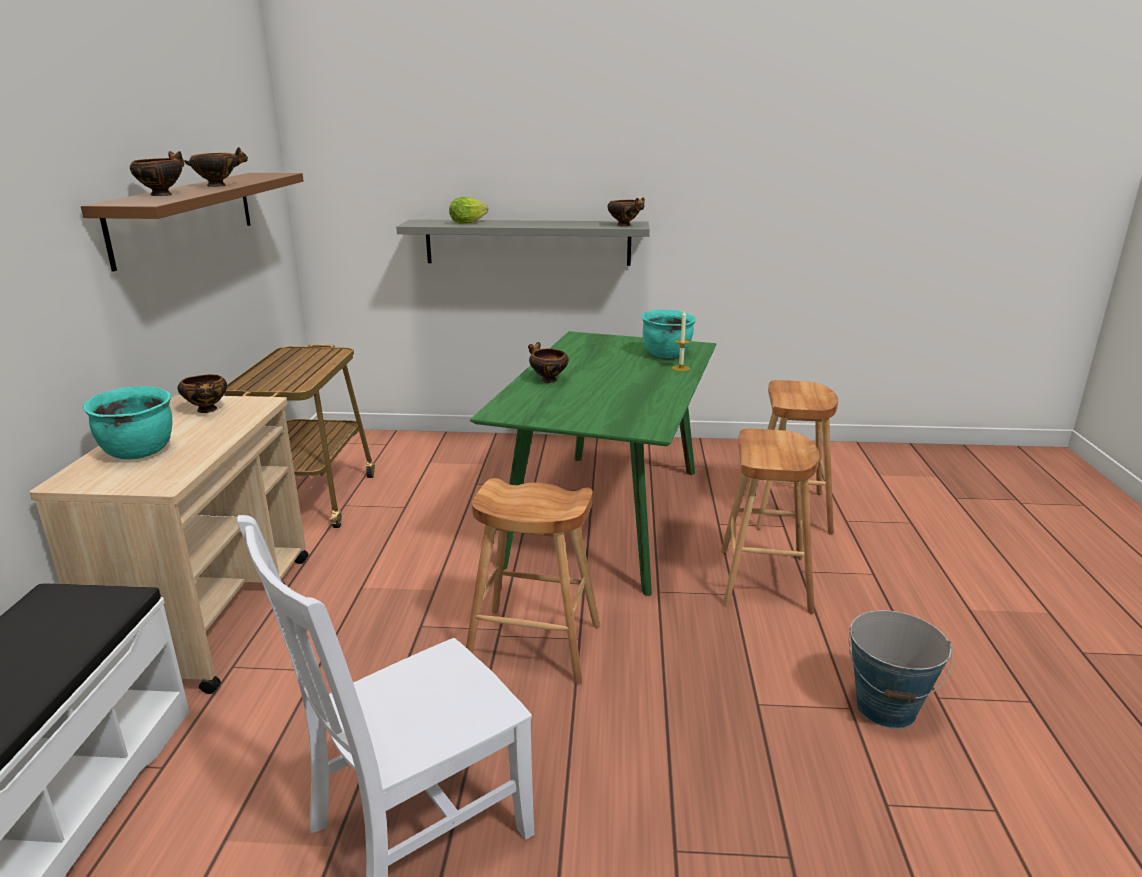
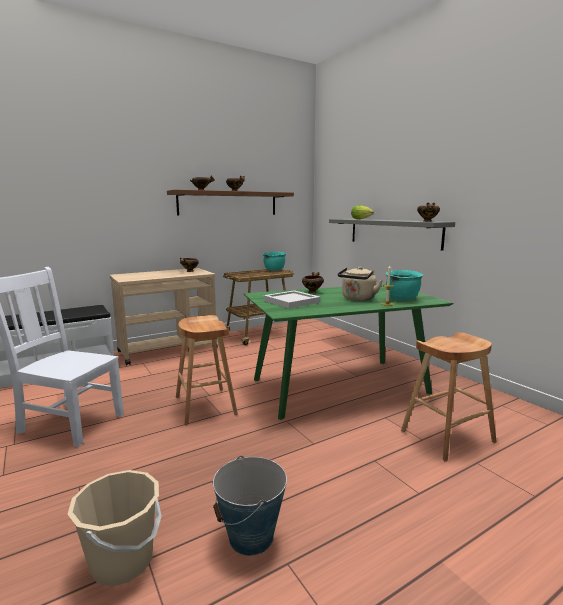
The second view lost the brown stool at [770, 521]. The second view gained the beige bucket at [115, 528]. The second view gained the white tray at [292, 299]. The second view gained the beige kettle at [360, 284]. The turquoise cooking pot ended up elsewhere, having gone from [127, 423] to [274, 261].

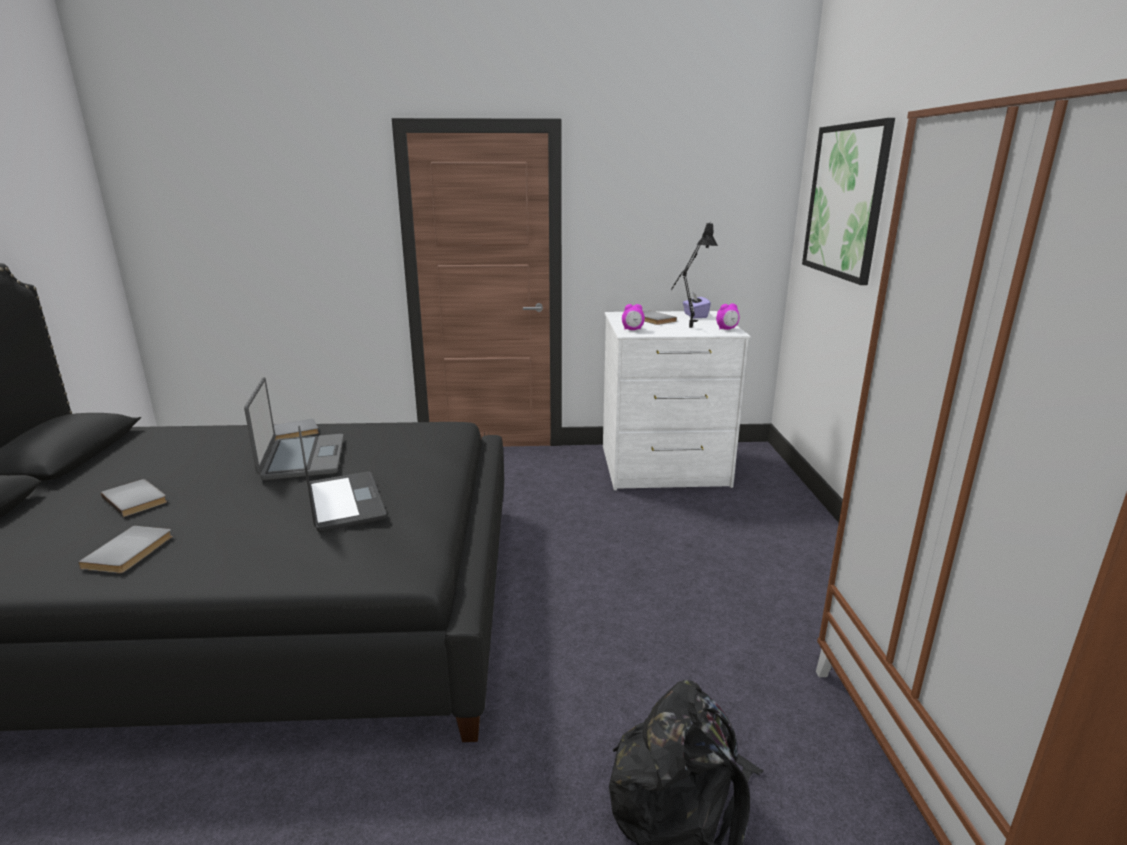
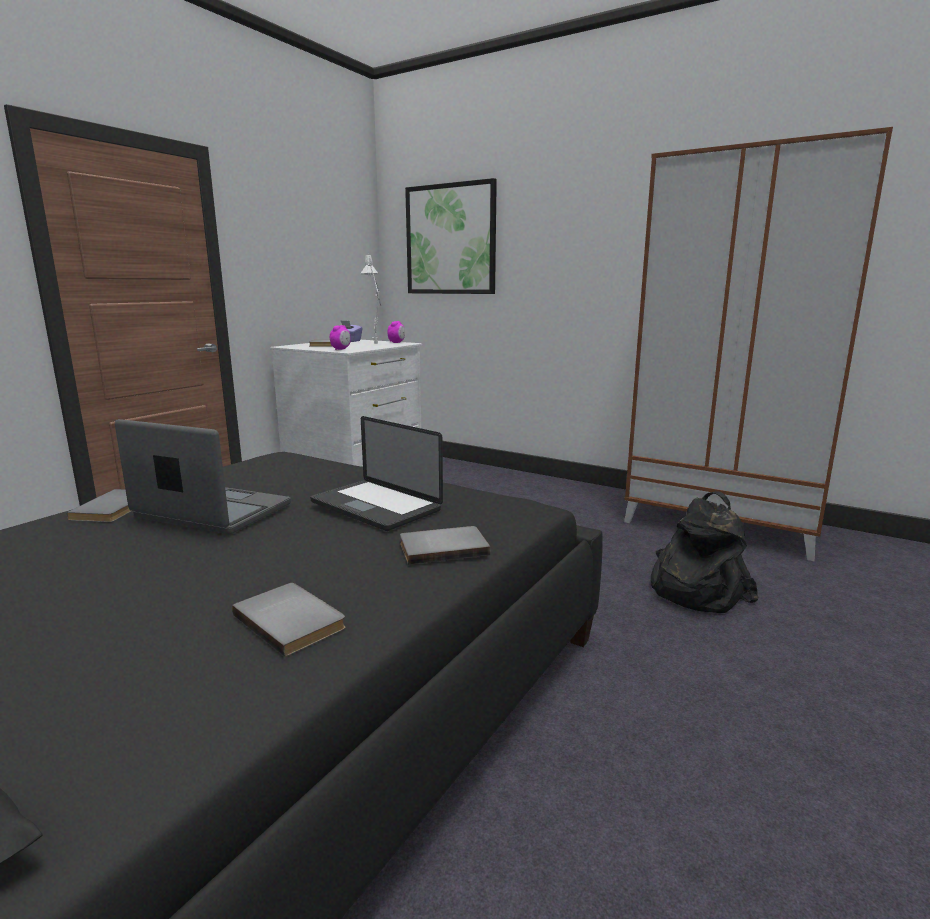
The grey book ended up elsewhere, having gone from [134, 498] to [445, 545]. What was the black table lamp at [694, 275] turned into the white table lamp at [370, 298]. The laptop at [342, 478] ended up facing another way, 150 degrees counterclockwise from before.

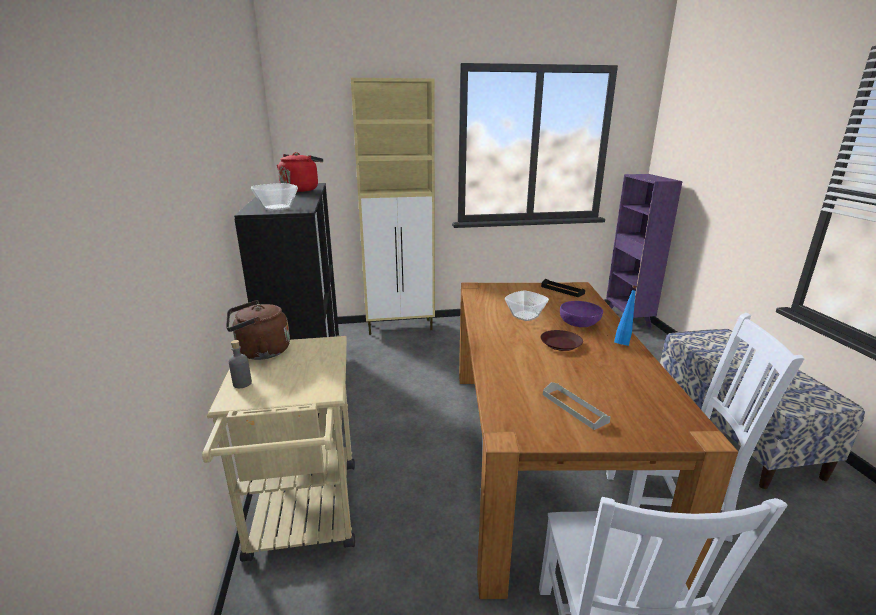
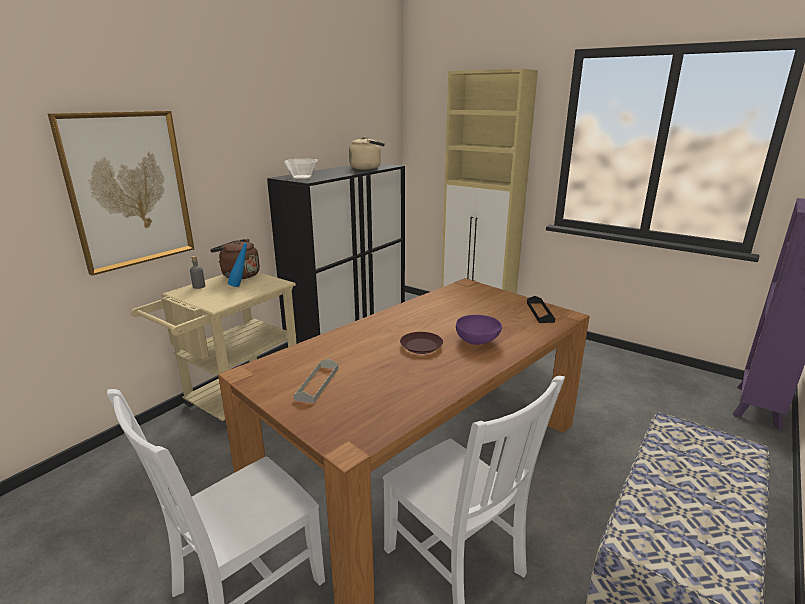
The second view lost the bowl at [527, 305]. The second view gained the picture at [121, 193]. The blue bottle ended up elsewhere, having gone from [625, 316] to [238, 263]. What was the red kettle at [300, 172] turned into the beige kettle at [367, 153].

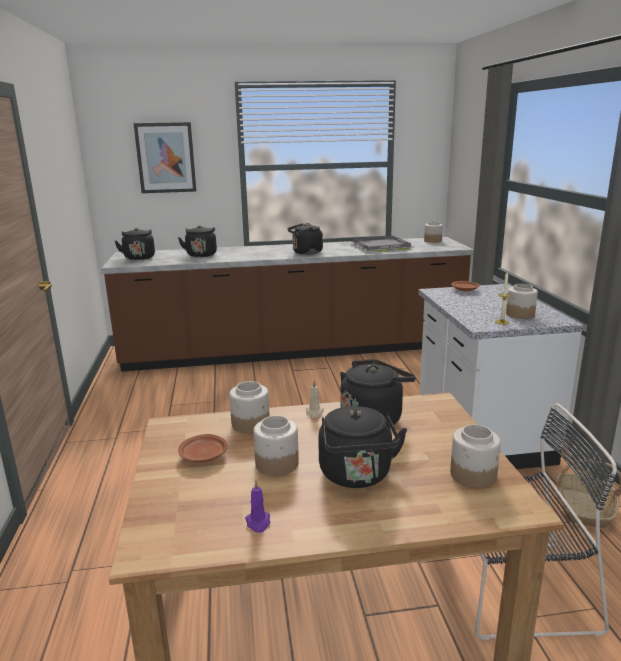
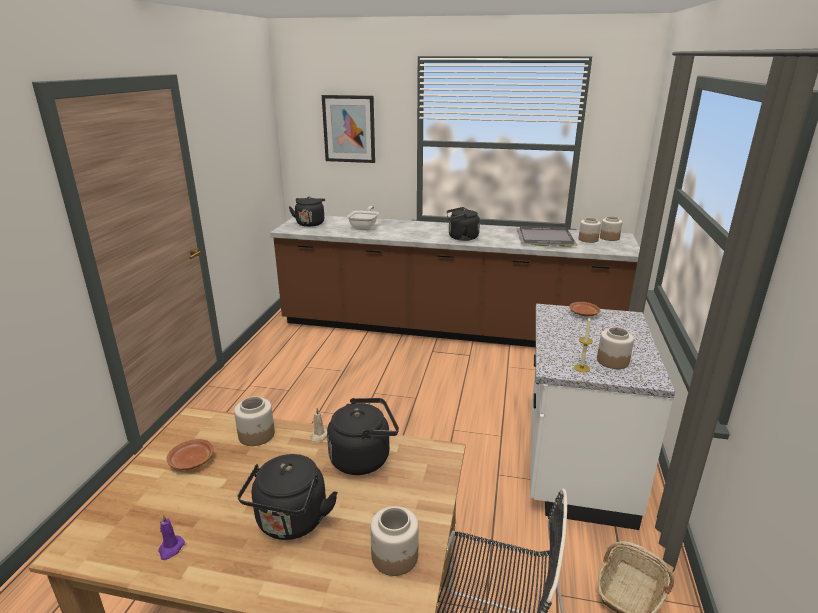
The jar ended up elsewhere, having gone from [276, 445] to [590, 230]. Where the black kettle stood at [197, 241], the frying pan came to stand at [362, 218].

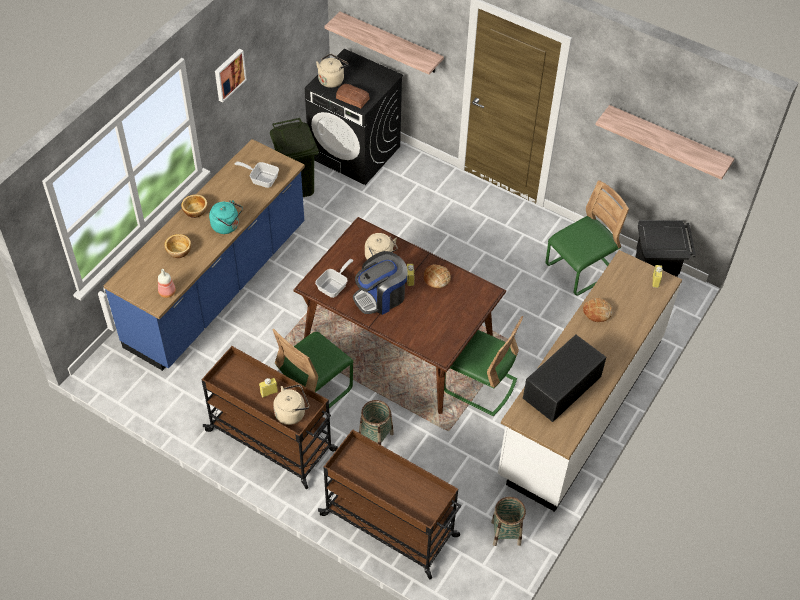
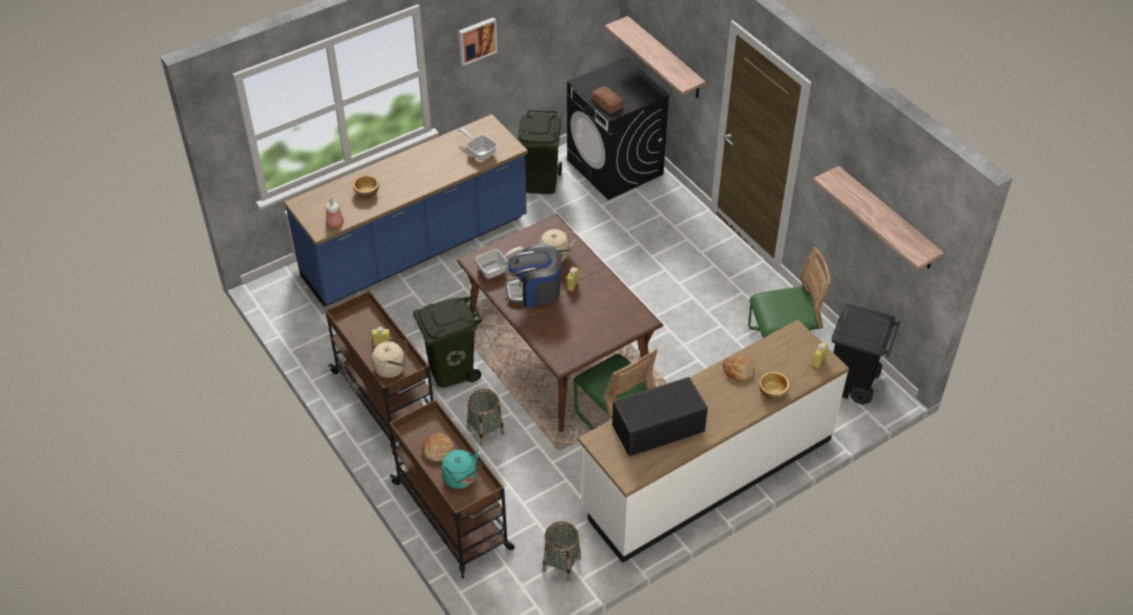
The second view lost the beige kettle at [332, 71]. The bowl ended up elsewhere, having gone from [194, 206] to [774, 385]. The turquoise kettle ended up elsewhere, having gone from [226, 217] to [462, 469]. The bread ended up elsewhere, having gone from [437, 276] to [438, 447]. Where the green chair stood at [312, 368], the green trash can came to stand at [447, 342].

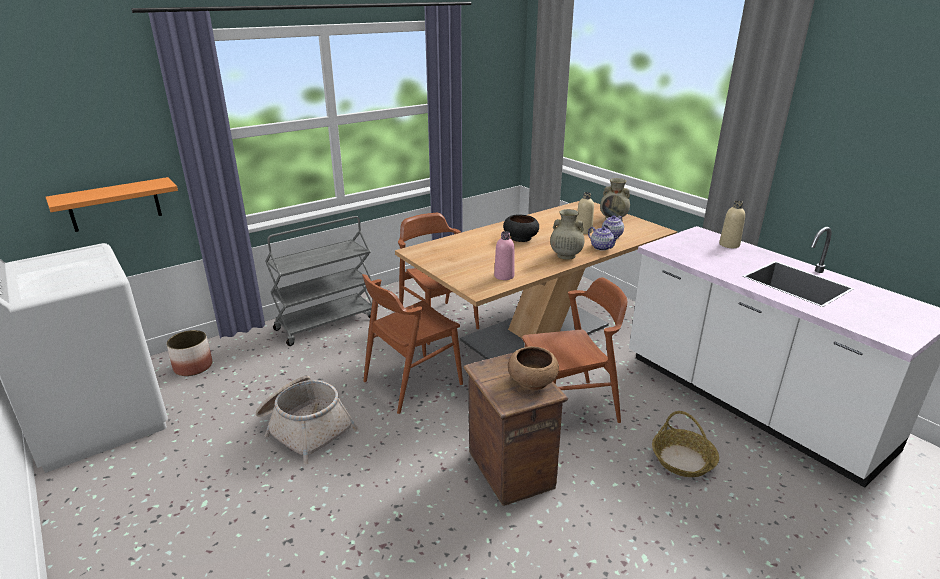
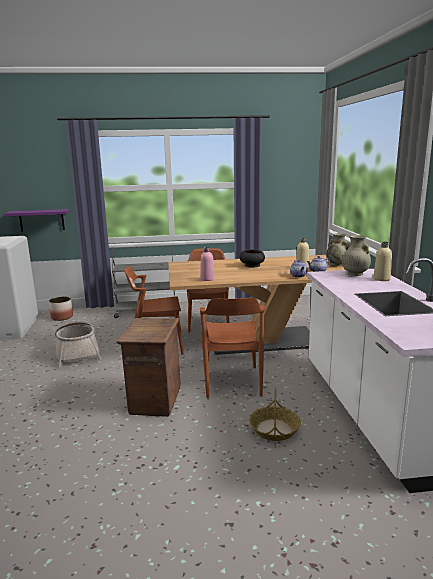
The second view lost the brown bowl at [533, 368]. The beige vase ended up elsewhere, having gone from [567, 234] to [356, 255]. What was the orange shelf at [112, 204] turned into the purple shelf at [37, 220]. The brown chair at [574, 350] ended up facing another way, 75 degrees clockwise from before.

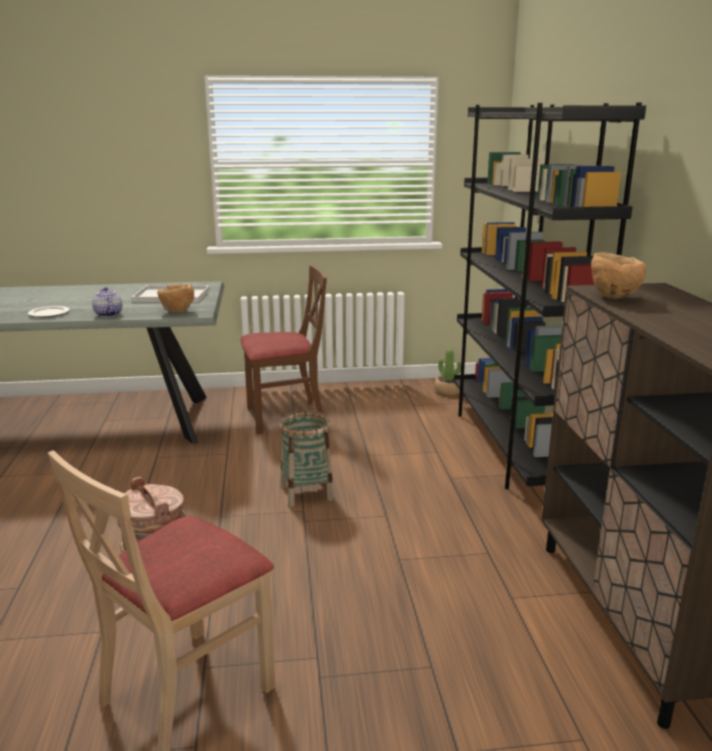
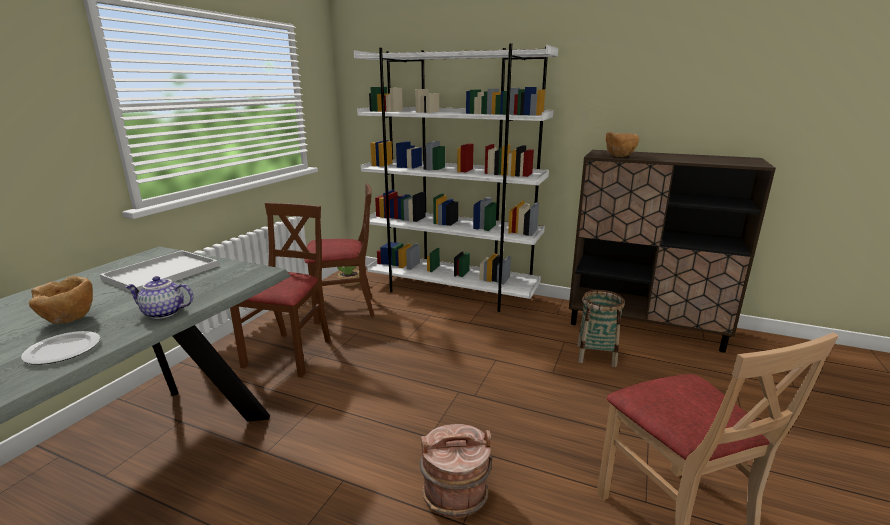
The second view gained the brown chair at [339, 253]. The brown bowl ended up elsewhere, having gone from [175, 298] to [61, 300]. The basket ended up elsewhere, having gone from [306, 459] to [601, 328]. What was the black bookcase at [550, 295] turned into the white bookcase at [455, 177].

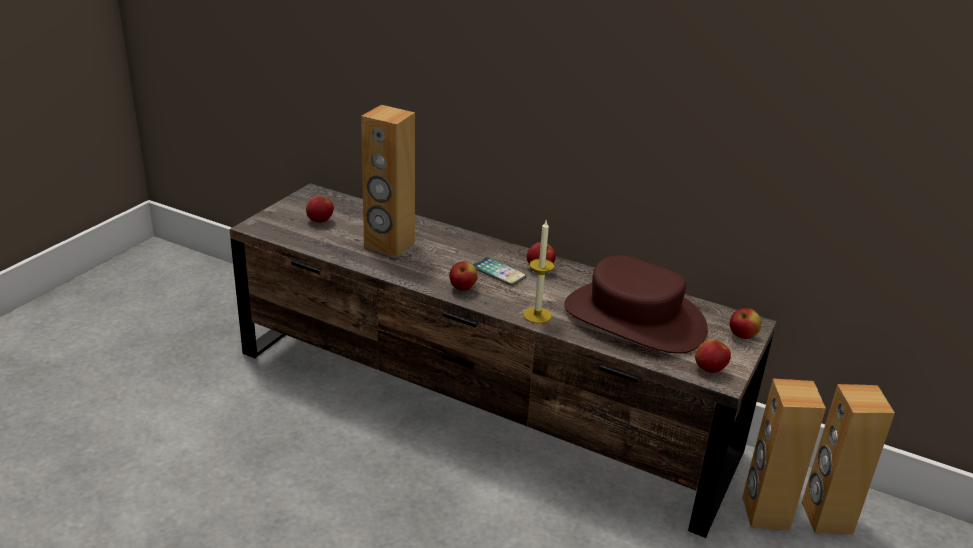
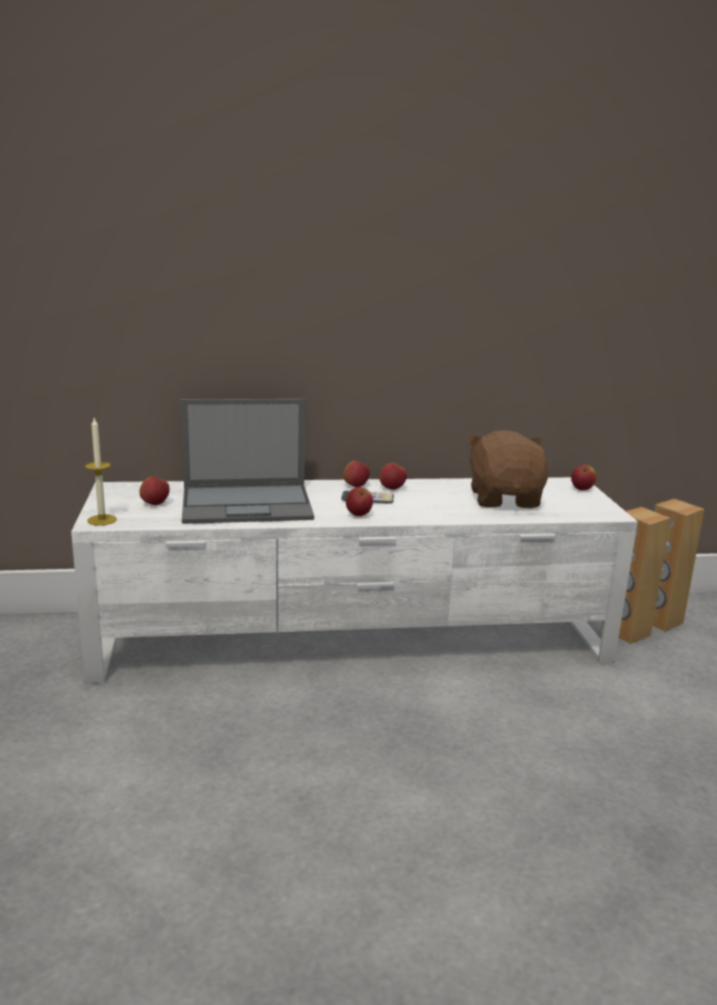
The candle ended up elsewhere, having gone from [539, 272] to [101, 472]. The apple ended up elsewhere, having gone from [713, 356] to [356, 474]. Where the brown speaker stood at [388, 181], the laptop came to stand at [247, 461]. Where the brown hat stood at [636, 304], the brown plush toy came to stand at [507, 469]. What was the brown tv stand at [503, 361] turned into the white tv stand at [354, 580].

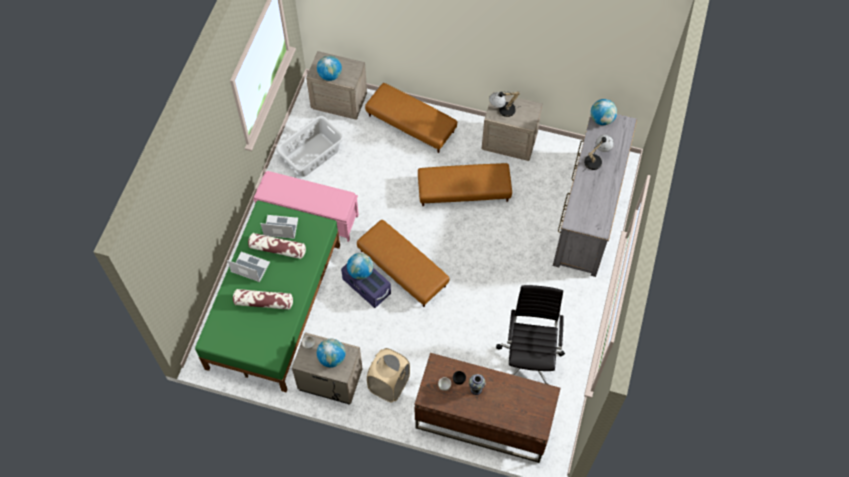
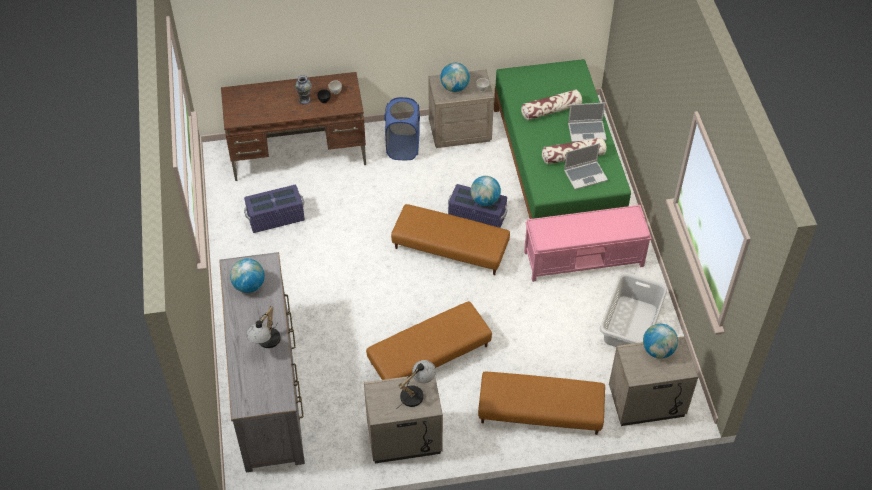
The globe ended up elsewhere, having gone from [604, 112] to [247, 276]. Where the black office chair stood at [530, 335], the purple storage box came to stand at [274, 208]. What was the beige laundry basket at [388, 375] turned into the blue laundry basket at [402, 128].

